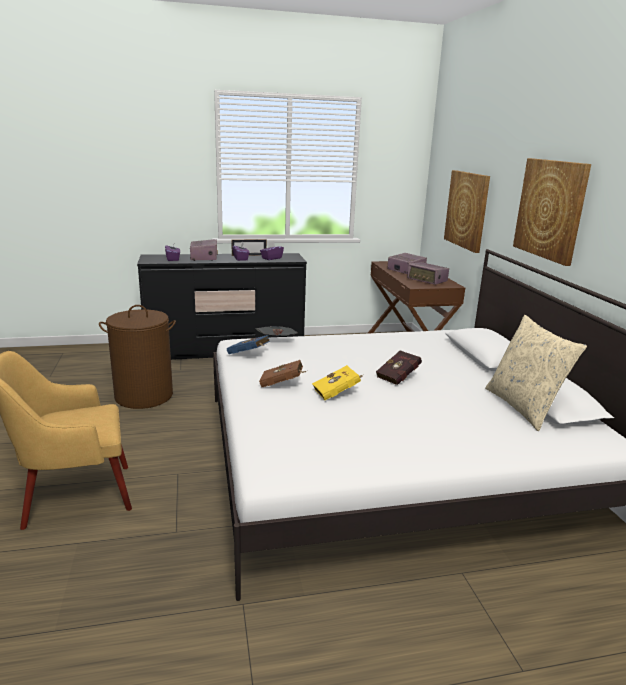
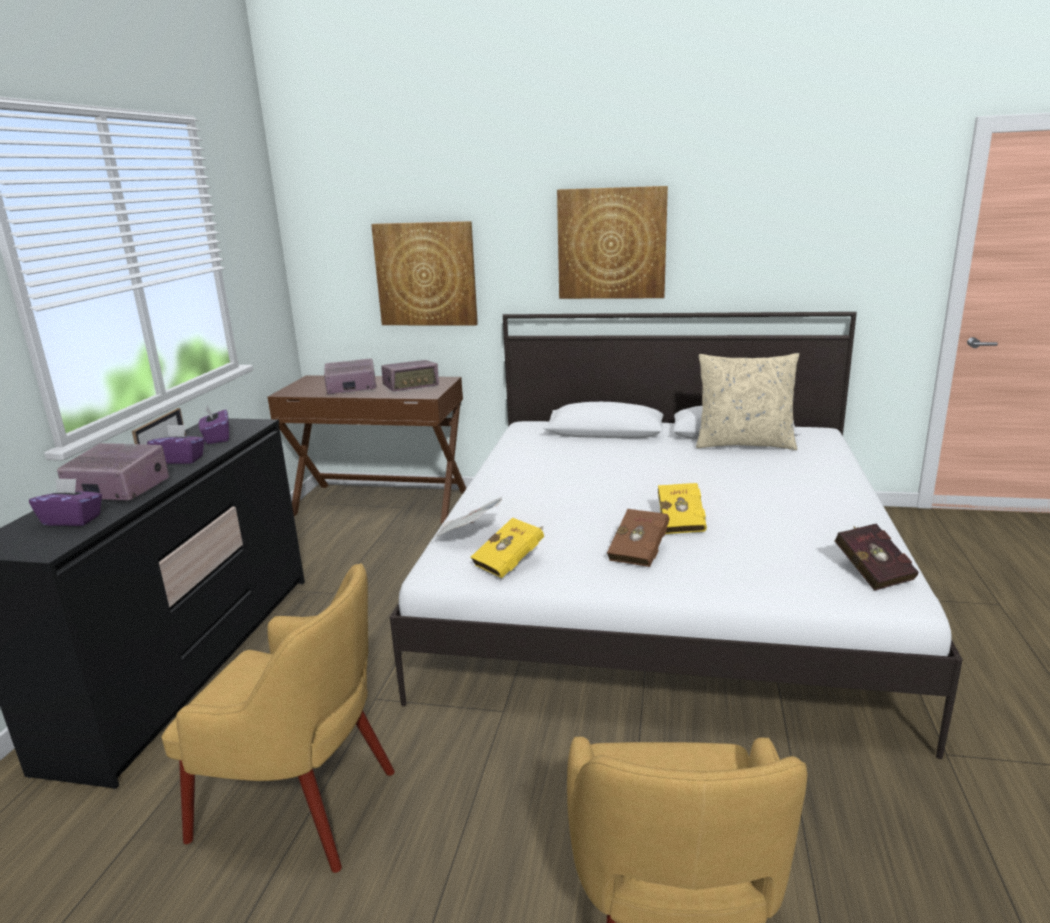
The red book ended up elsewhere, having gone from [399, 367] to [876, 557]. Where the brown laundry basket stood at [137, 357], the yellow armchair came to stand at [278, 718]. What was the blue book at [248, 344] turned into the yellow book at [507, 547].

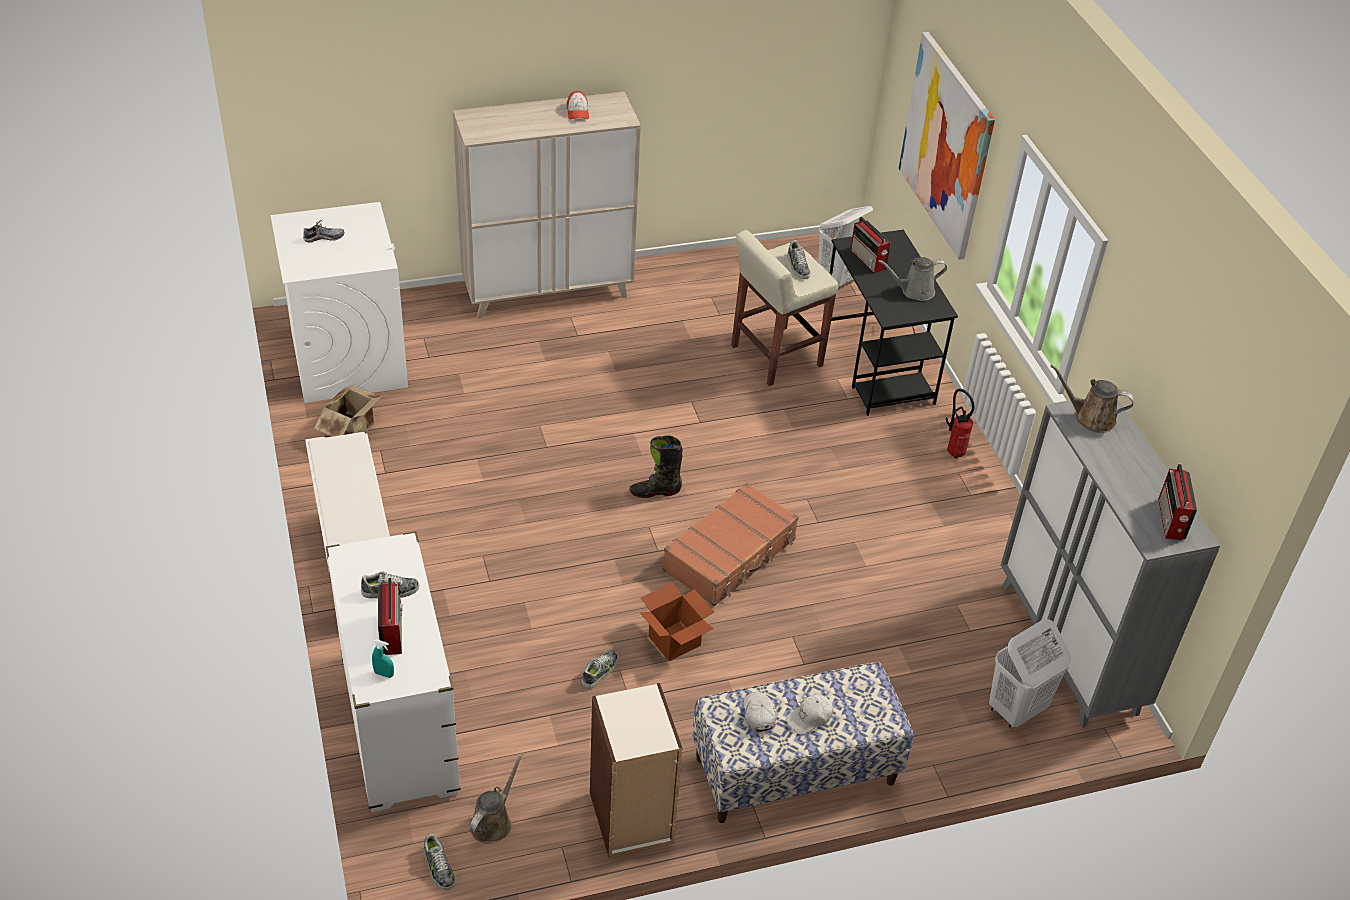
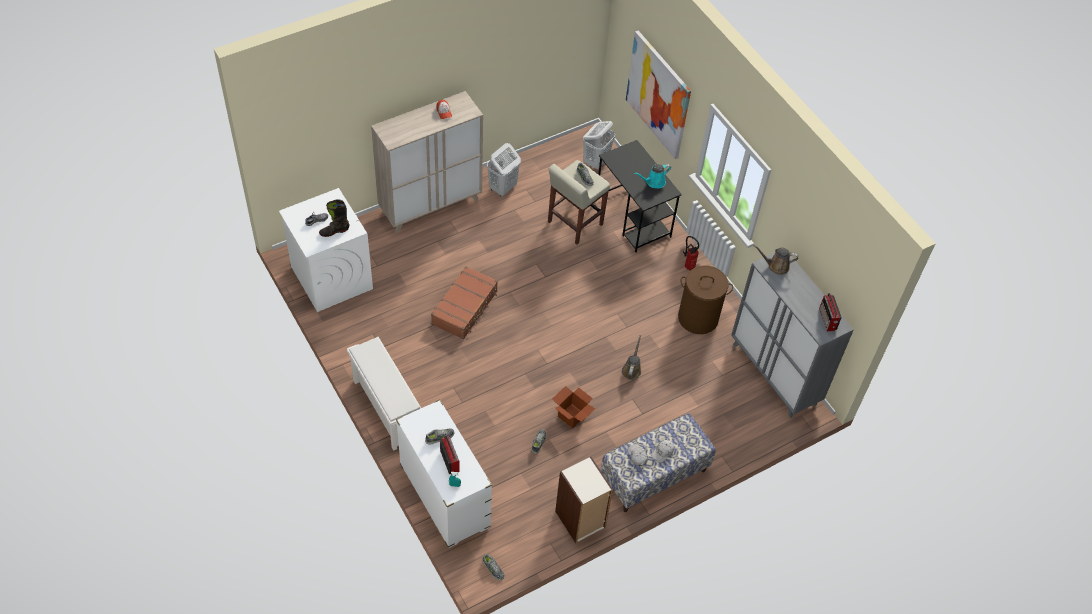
The second view lost the cardboard box at [349, 410]. The second view lost the radio at [870, 245]. The second view gained the brown laundry basket at [705, 299]. The brown watering can ended up elsewhere, having gone from [496, 798] to [631, 357]. The black boot ended up elsewhere, having gone from [656, 467] to [334, 218]. The brown suitcase ended up elsewhere, having gone from [730, 544] to [464, 302]. The white laundry basket ended up elsewhere, having gone from [1030, 673] to [504, 170]. What was the grey watering can at [913, 279] turned into the turquoise watering can at [652, 176].

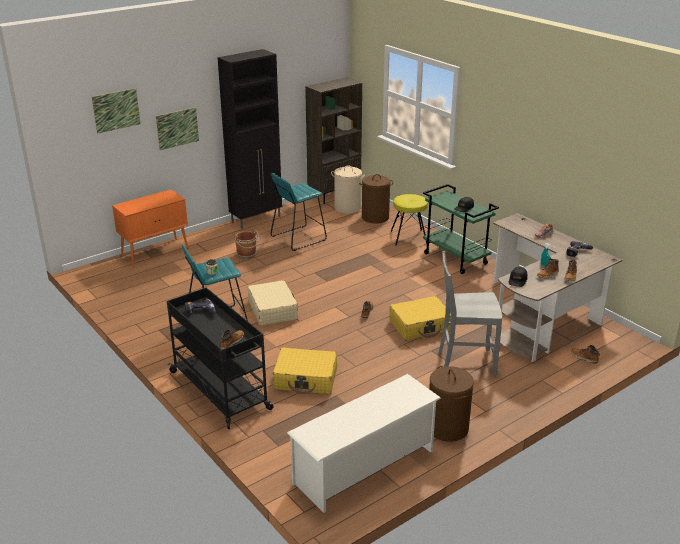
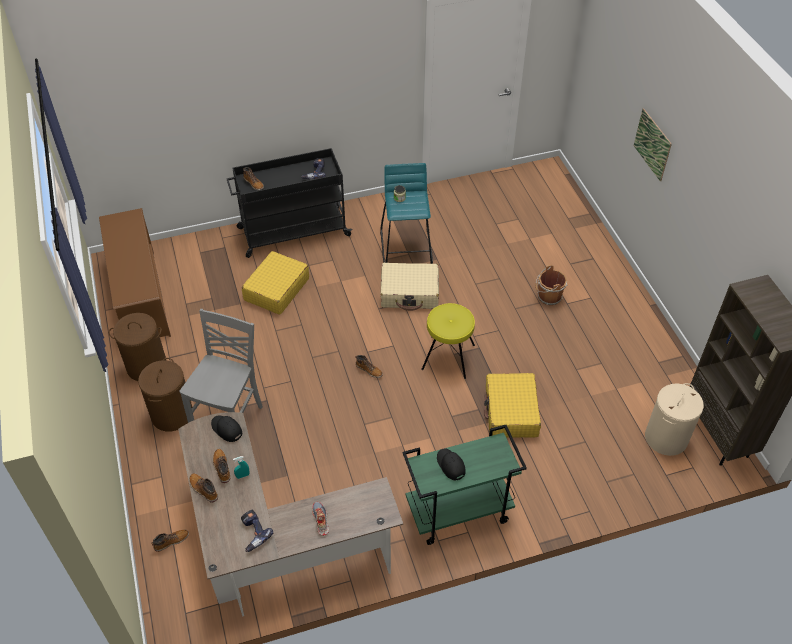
The second view lost the picture at [116, 111]. The second view lost the orange cabinet at [150, 228]. The second view lost the black cabinet at [249, 139]. The second view lost the turquoise stool at [299, 212]. The brown laundry basket ended up elsewhere, having gone from [376, 199] to [165, 394]. The yellow suitcase ended up elsewhere, having gone from [420, 318] to [512, 405]. The yellow stool ended up elsewhere, having gone from [409, 220] to [448, 341]. What was the white shoe rack at [364, 443] turned into the brown shoe rack at [135, 272].

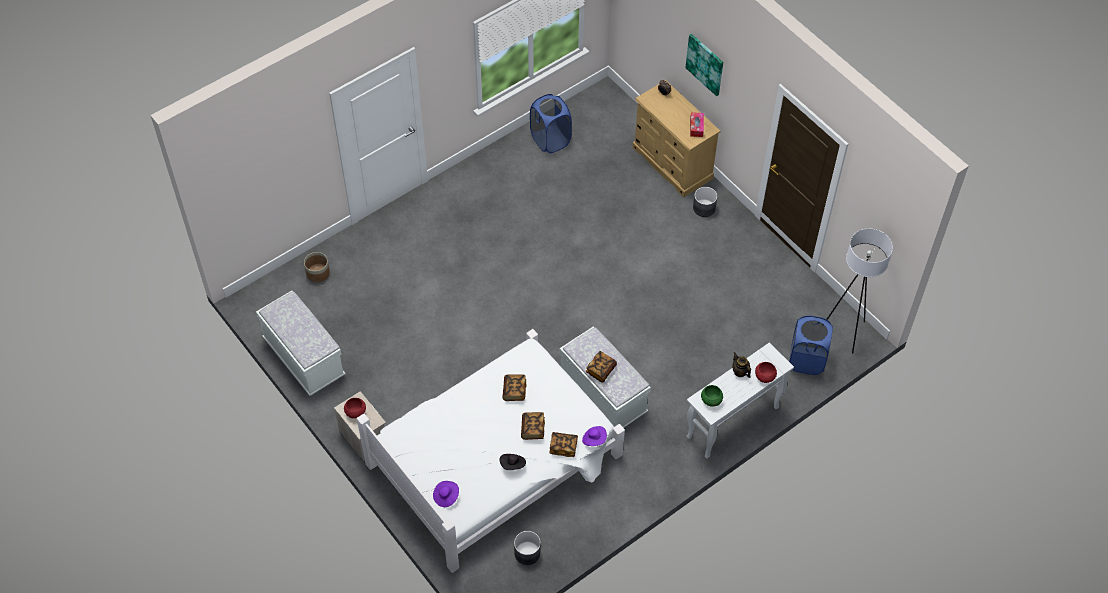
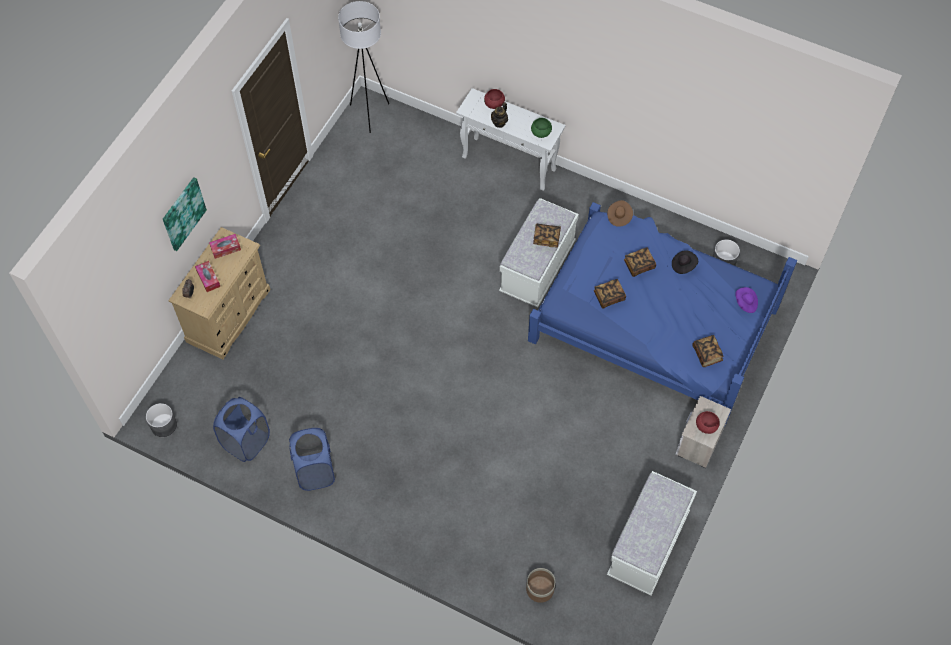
The second view gained the tissue box at [207, 276]. The book ended up elsewhere, having gone from [563, 444] to [708, 351]. The grey planter ended up elsewhere, having gone from [705, 202] to [161, 420]. The blue laundry basket ended up elsewhere, having gone from [811, 345] to [312, 459]. What was the white bed at [491, 451] turned into the blue bed at [662, 313]. What was the purple hat at [594, 436] turned into the brown hat at [620, 213].

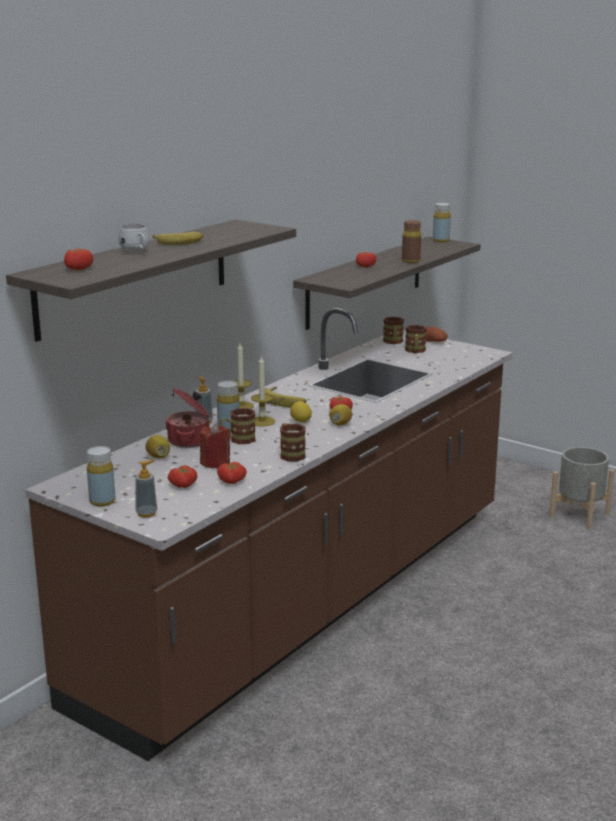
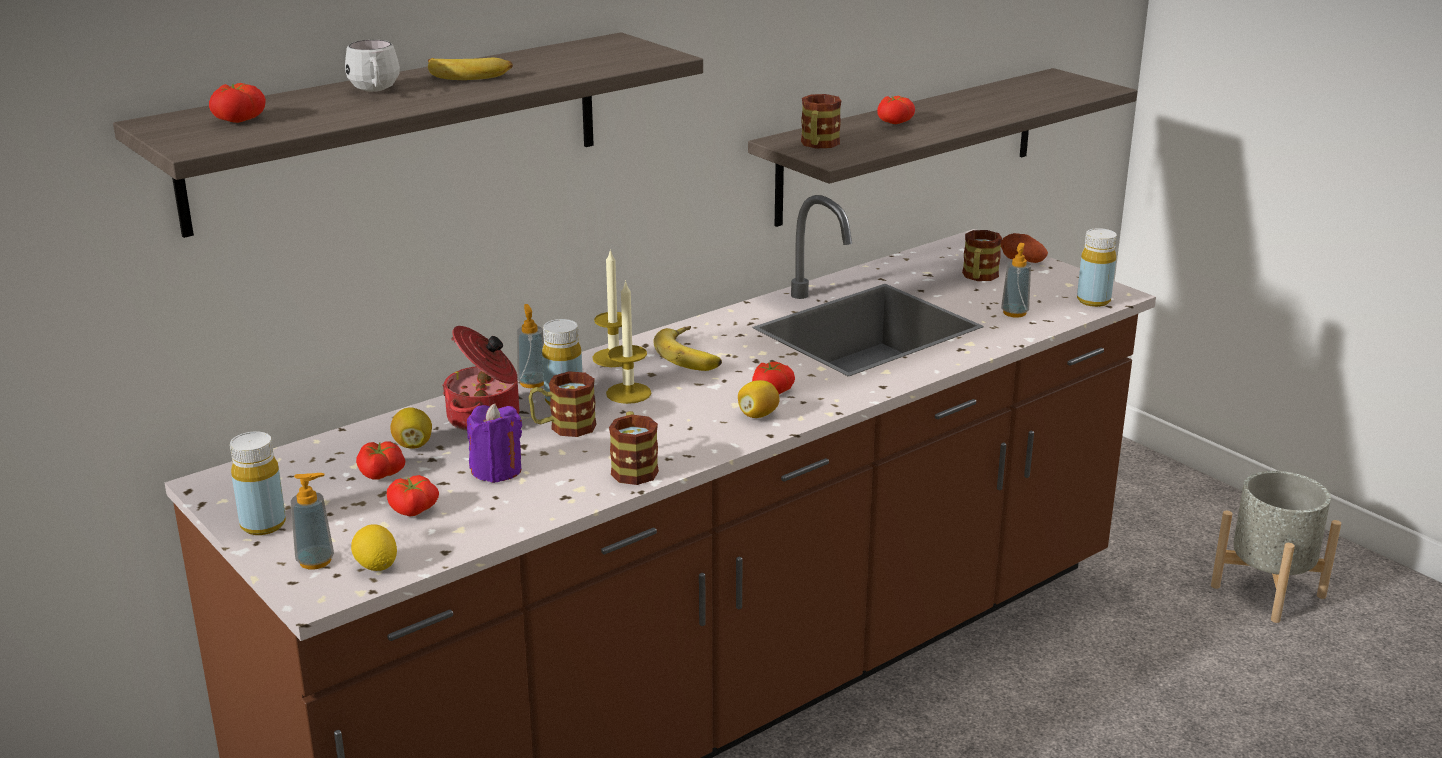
The second view lost the brown bottle at [411, 241]. The second view gained the soap dispenser at [1016, 280]. The tomato ended up elsewhere, having gone from [232, 473] to [380, 460]. The lemon ended up elsewhere, having gone from [301, 411] to [374, 547]. The mug ended up elsewhere, having gone from [393, 330] to [821, 121]. The yellow bottle ended up elsewhere, having gone from [442, 222] to [1097, 267]. What was the red candle at [214, 446] turned into the purple candle at [494, 443].

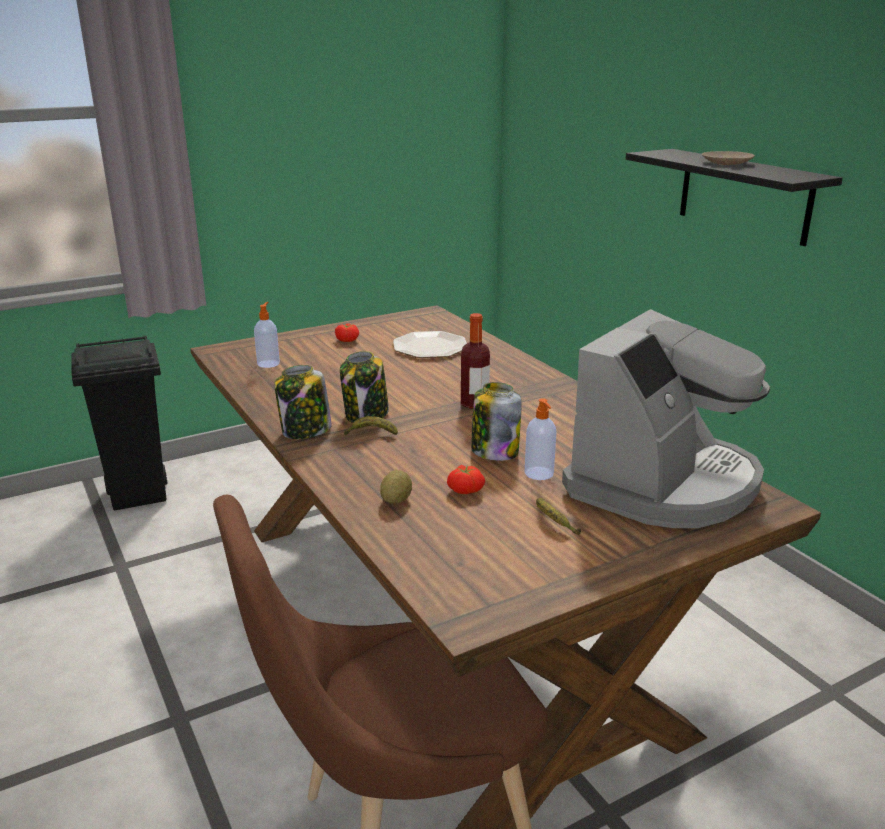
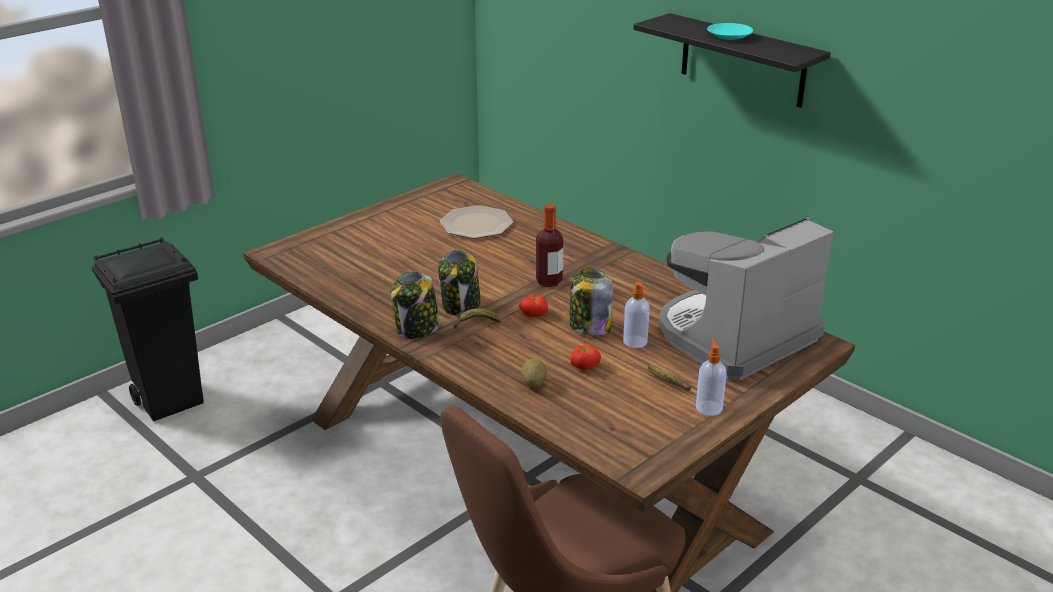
The soap dispenser ended up elsewhere, having gone from [267, 335] to [711, 377]. The tomato ended up elsewhere, having gone from [347, 332] to [533, 305]. What was the beige plate at [728, 158] turned into the turquoise plate at [730, 31]. The coffee machine at [666, 418] ended up facing another way, 150 degrees counterclockwise from before.

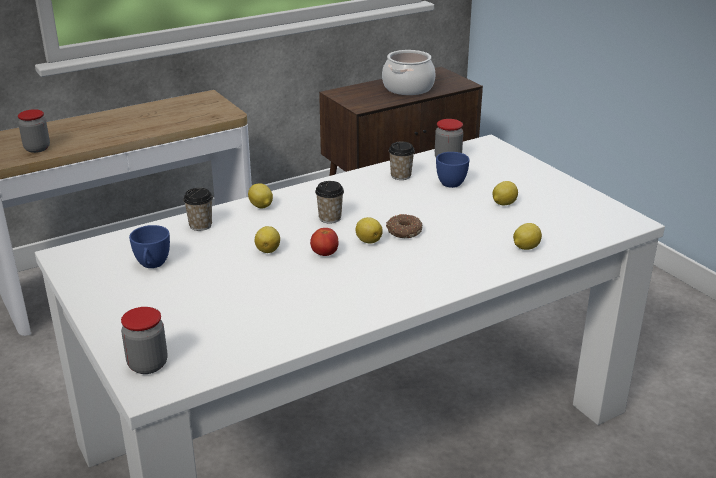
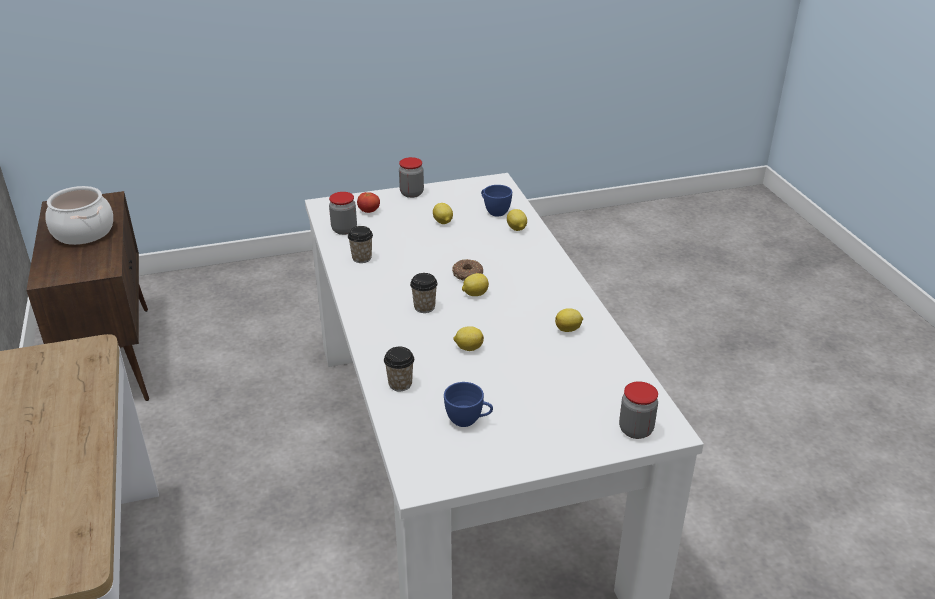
The jar ended up elsewhere, having gone from [34, 131] to [411, 177]. The lemon ended up elsewhere, having gone from [260, 196] to [569, 320]. The tomato ended up elsewhere, having gone from [324, 242] to [368, 202]. The blue cup ended up elsewhere, having gone from [453, 170] to [496, 201].

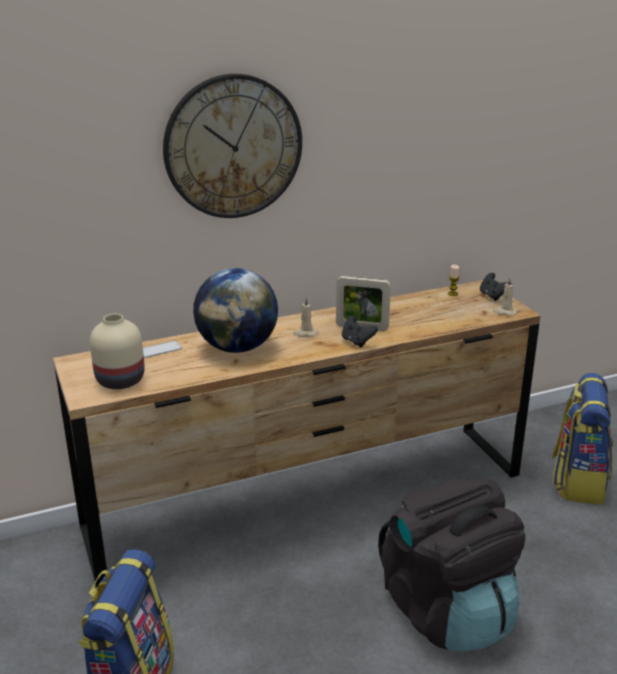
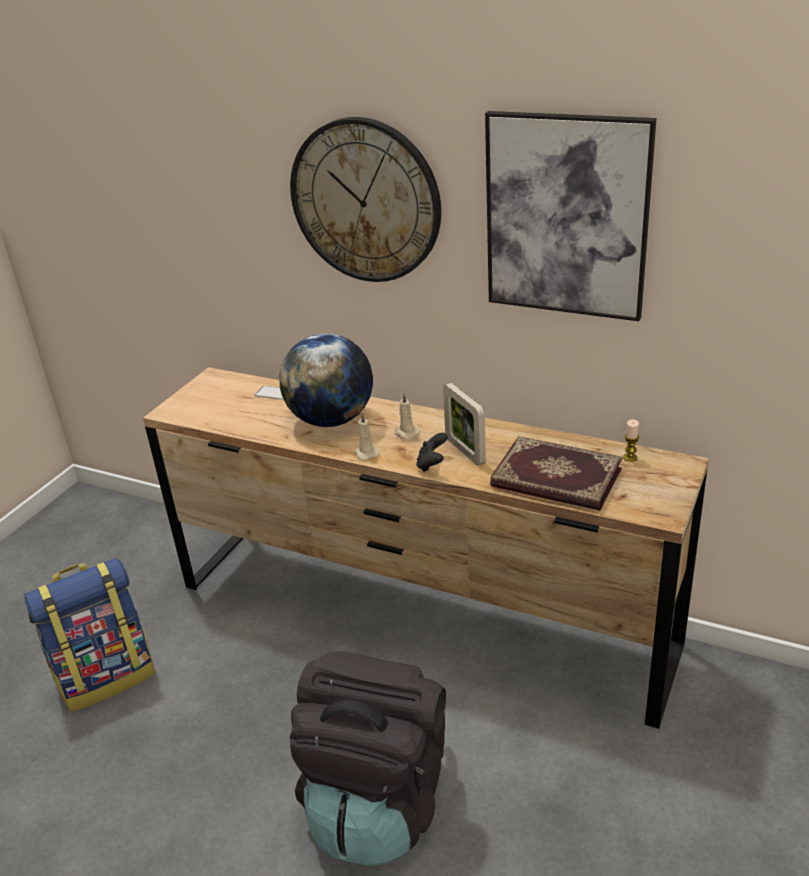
The second view lost the beige vase at [117, 351]. The second view lost the black game controller at [496, 287]. The second view lost the backpack at [582, 439]. The second view gained the picture at [570, 216]. The second view gained the book at [556, 473]. The beige candle ended up elsewhere, having gone from [505, 297] to [367, 436].

